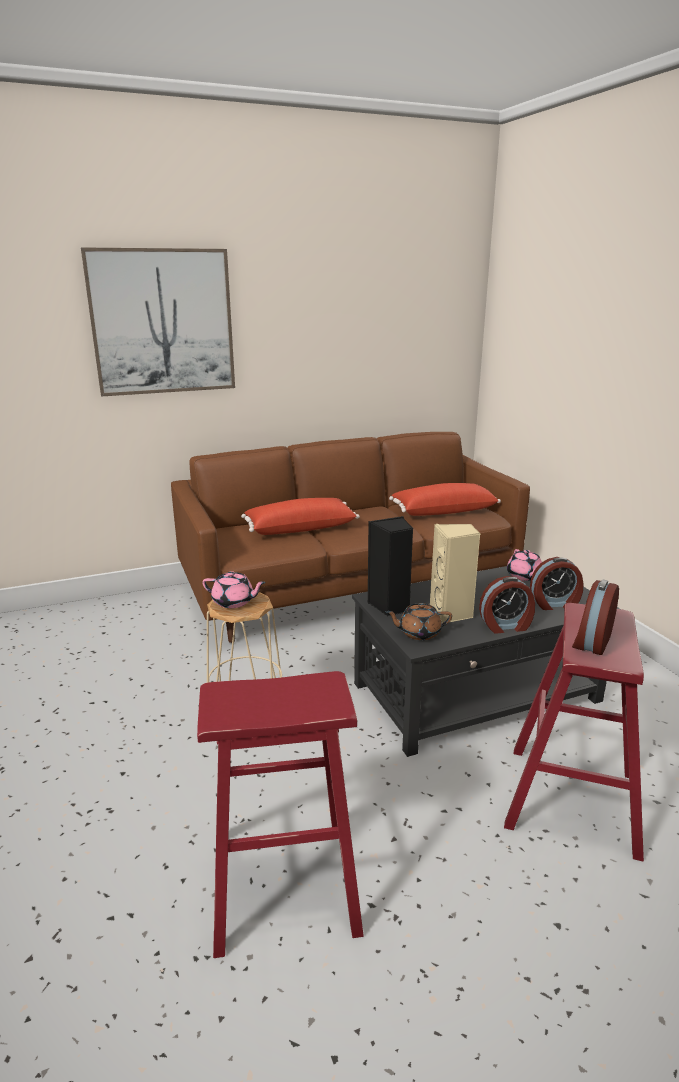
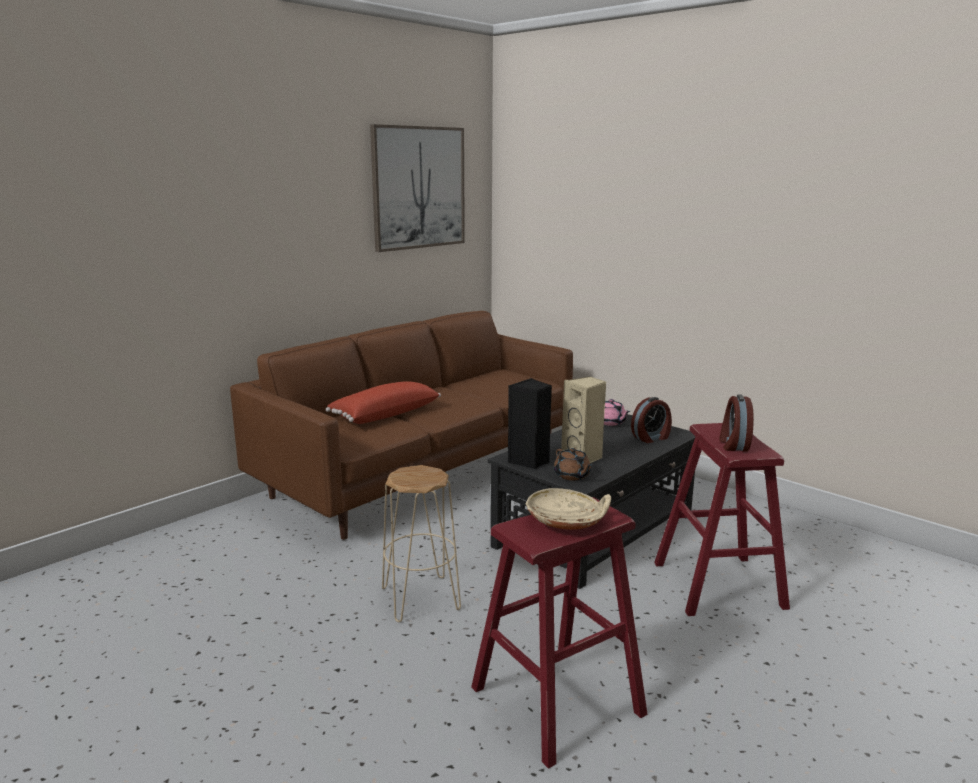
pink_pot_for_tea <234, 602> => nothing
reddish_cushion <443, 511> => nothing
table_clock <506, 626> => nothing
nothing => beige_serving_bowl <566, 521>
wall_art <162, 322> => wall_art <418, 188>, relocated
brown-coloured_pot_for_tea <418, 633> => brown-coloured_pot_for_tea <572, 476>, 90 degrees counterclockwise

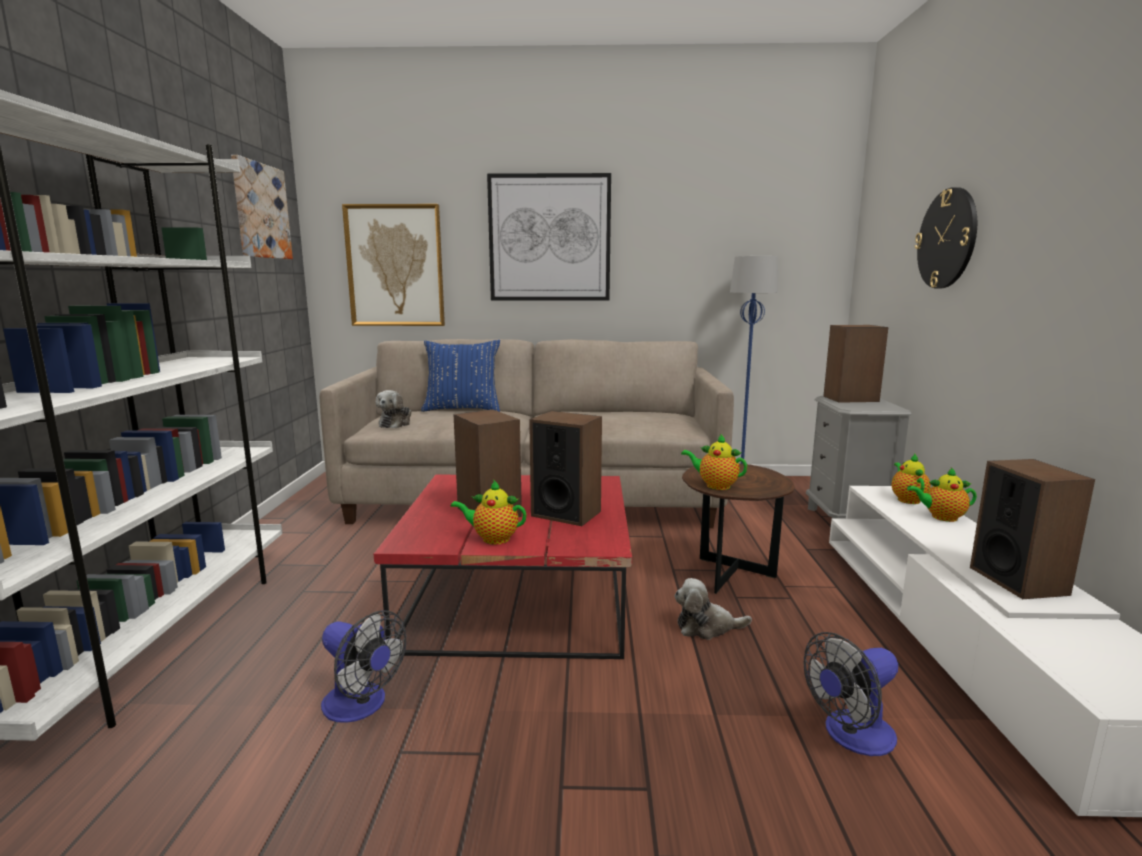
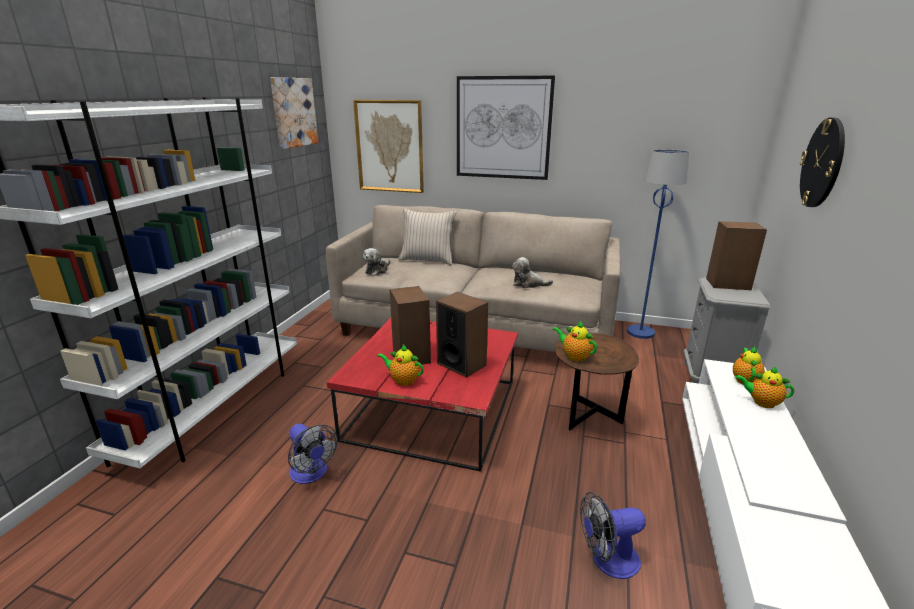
speaker <1018, 580> => nothing
soft_toy <706, 627> => soft_toy <528, 284>, relocated
bluish_cushion <462, 409> => beige_cushion <427, 260>

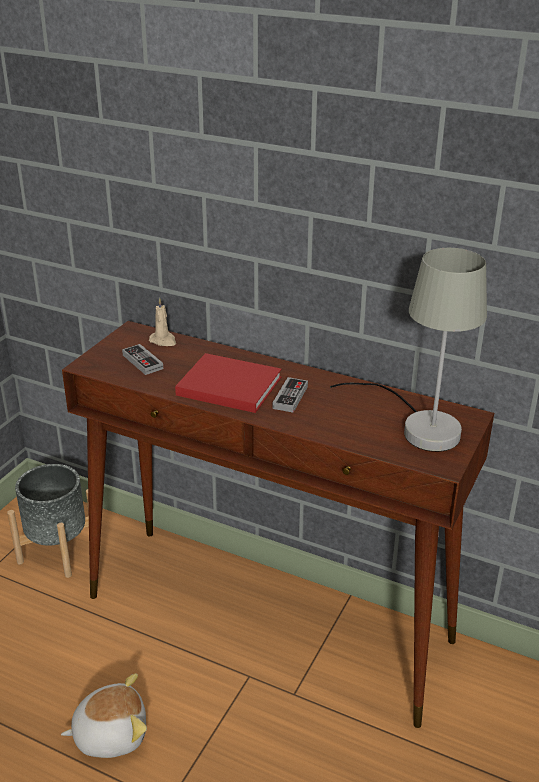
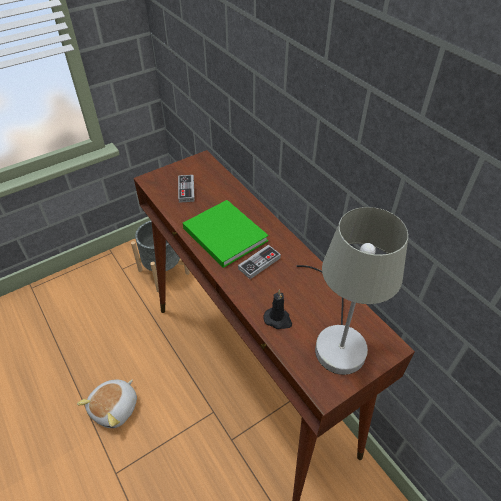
beige_candle <163, 341> => nothing
nothing => black-coloured_candle <278, 319>
reddish_book <226, 385> => greenish_book <223, 233>
soft_toy <110, 733> => soft_toy <115, 408>, 105 degrees clockwise

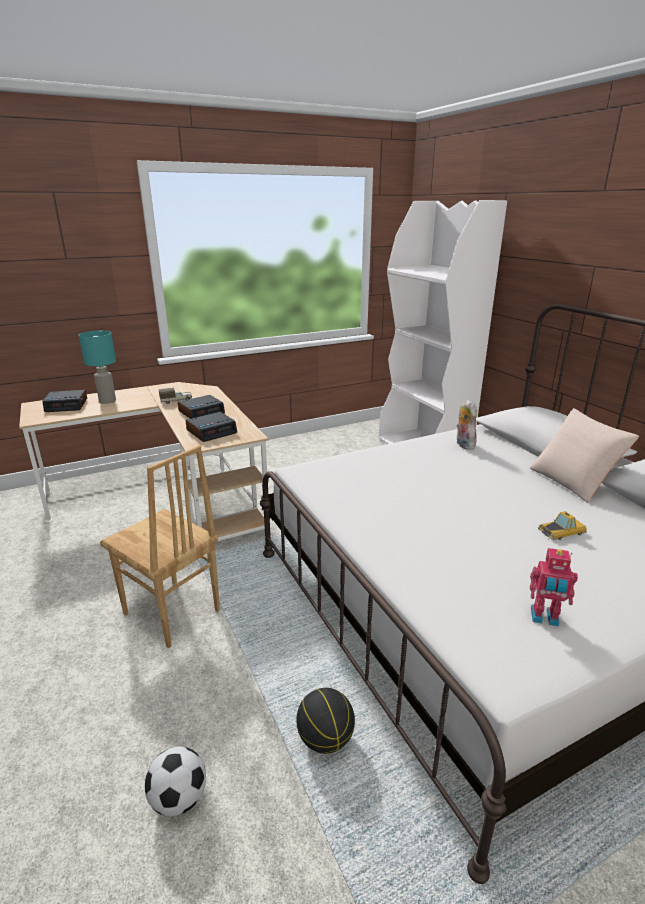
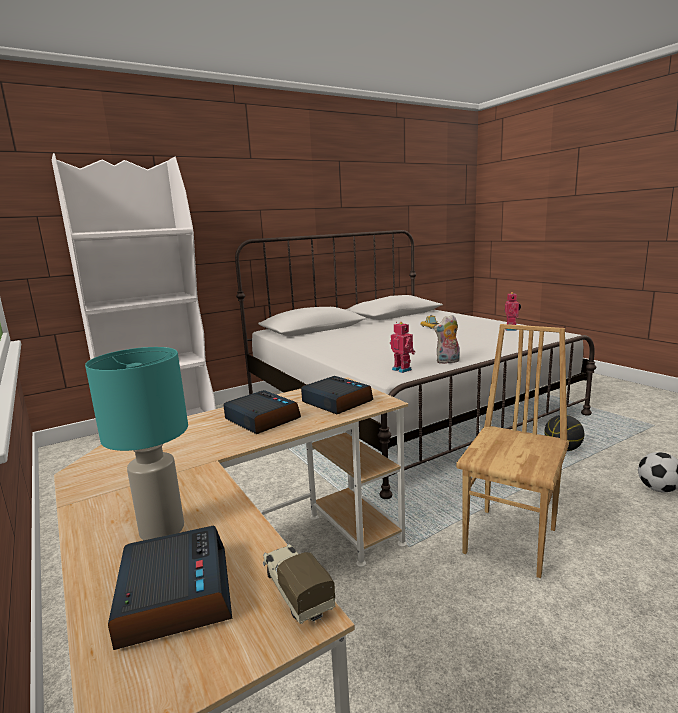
beige_cushion <573, 481> => nothing
nothing => model_robot <402, 369>
toy_lorry <176, 401> => toy_lorry <296, 591>, relocated
soft_toy <463, 444> => soft_toy <448, 362>, relocated

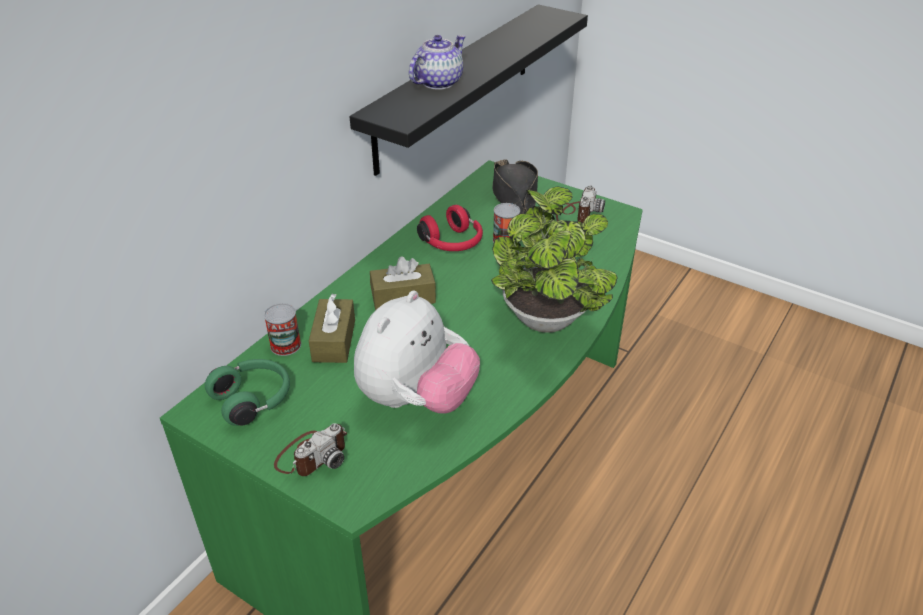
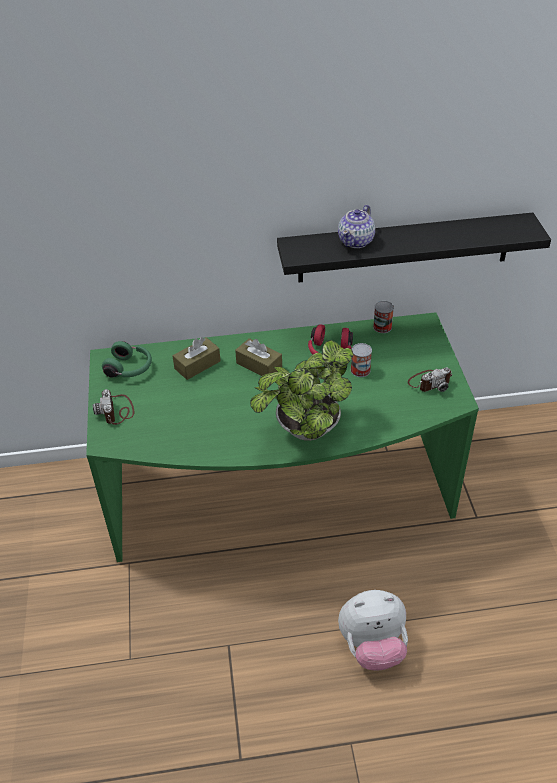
black-coloured_clothing_hat <514, 196> => nothing
sealed_can <285, 345> => sealed_can <382, 327>, relocated
soft_toy <416, 399> => soft_toy <372, 646>, relocated
photo_camera <312, 455> => photo_camera <117, 411>, 75 degrees clockwise
pot_for_tea <437, 82> => pot_for_tea <356, 241>, 120 degrees clockwise

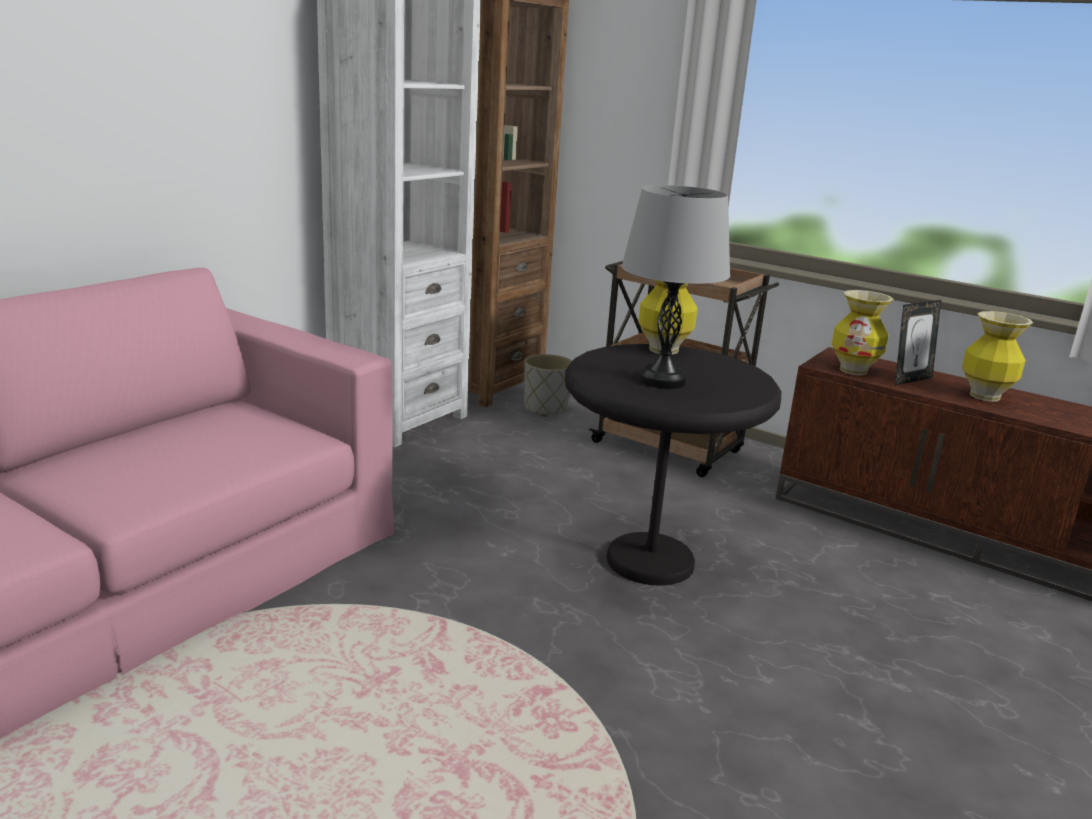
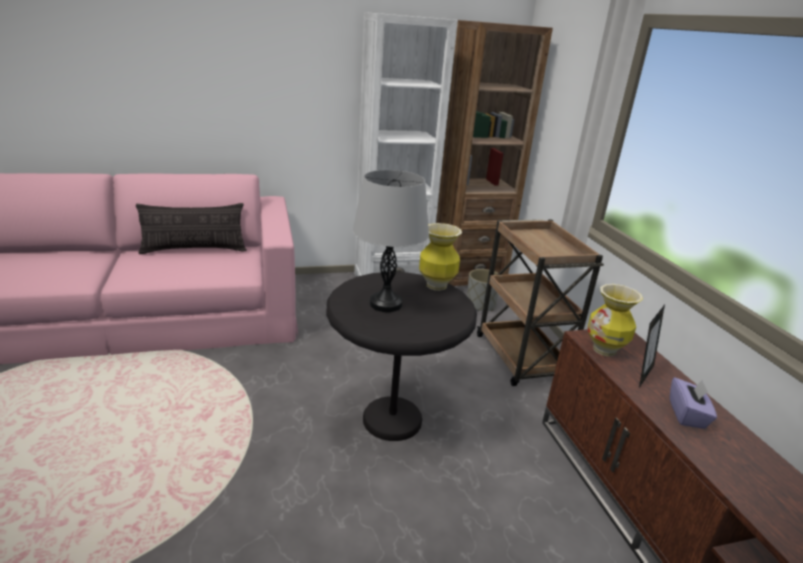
nothing => cushion <194, 250>
flower_vase <984, 396> => purple_tissue_box <687, 414>
picture_frame <909, 379> => picture_frame <642, 374>, 60 degrees counterclockwise

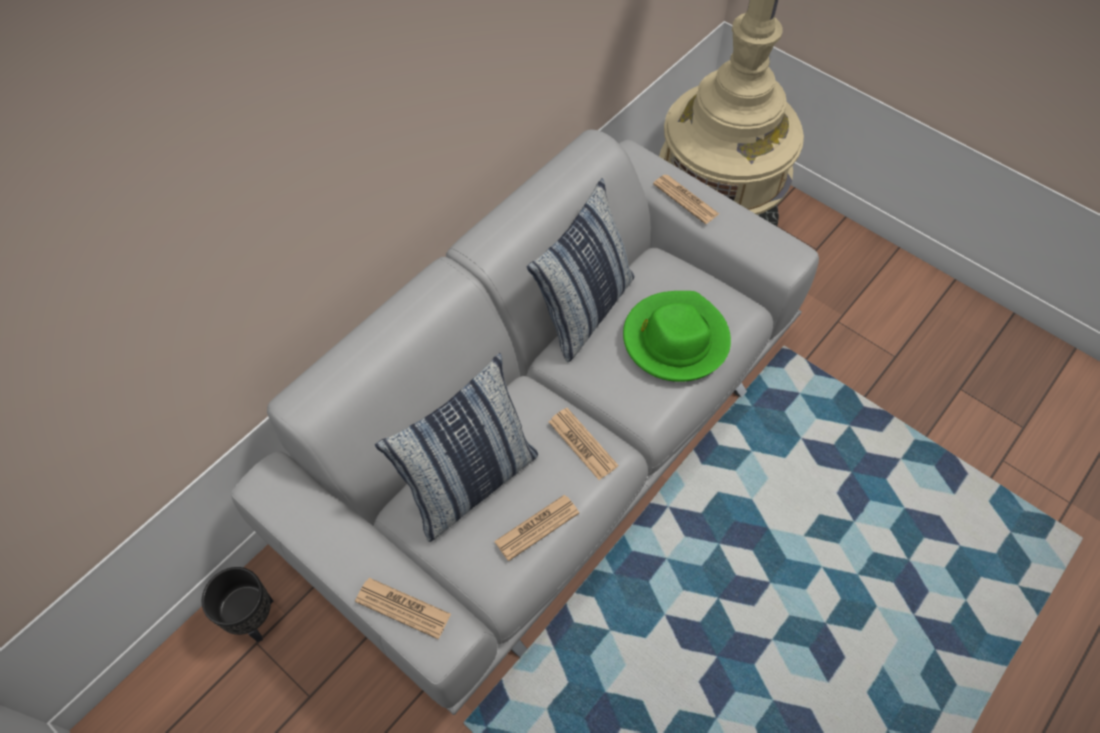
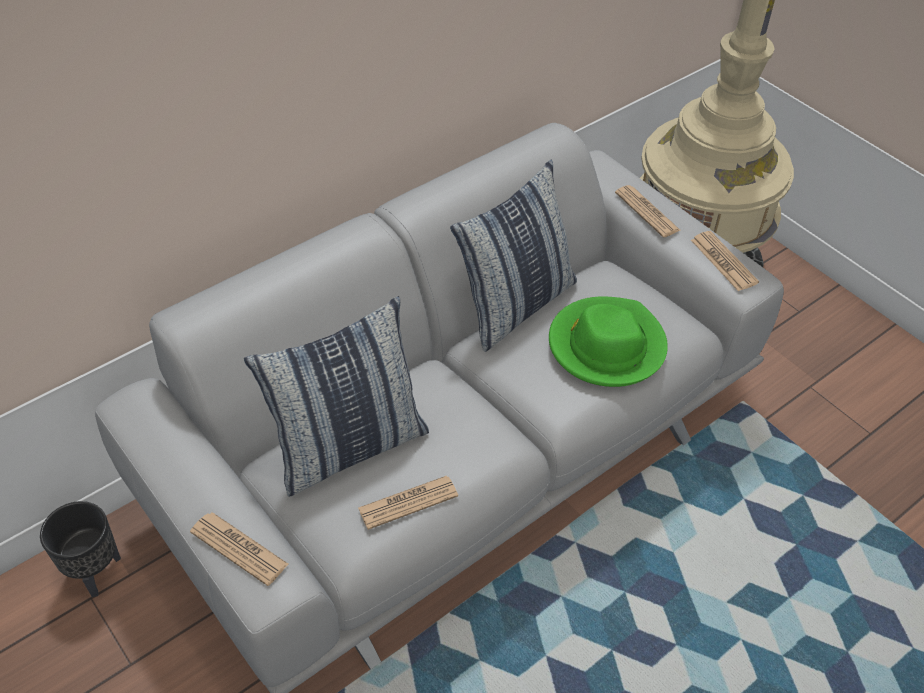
printed_paper <582, 444> => printed_paper <723, 261>, relocated

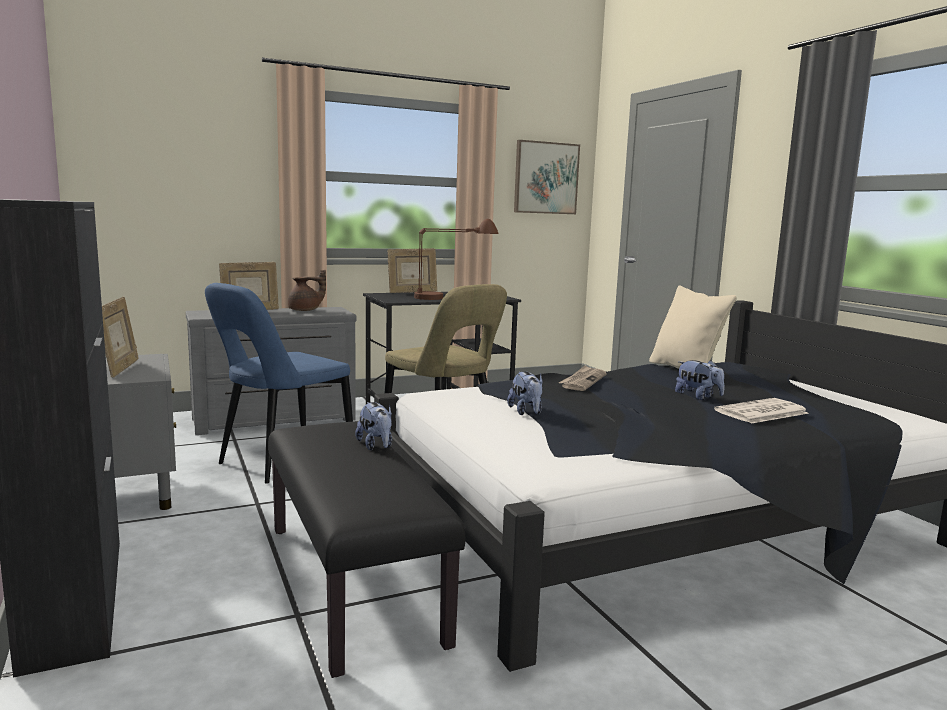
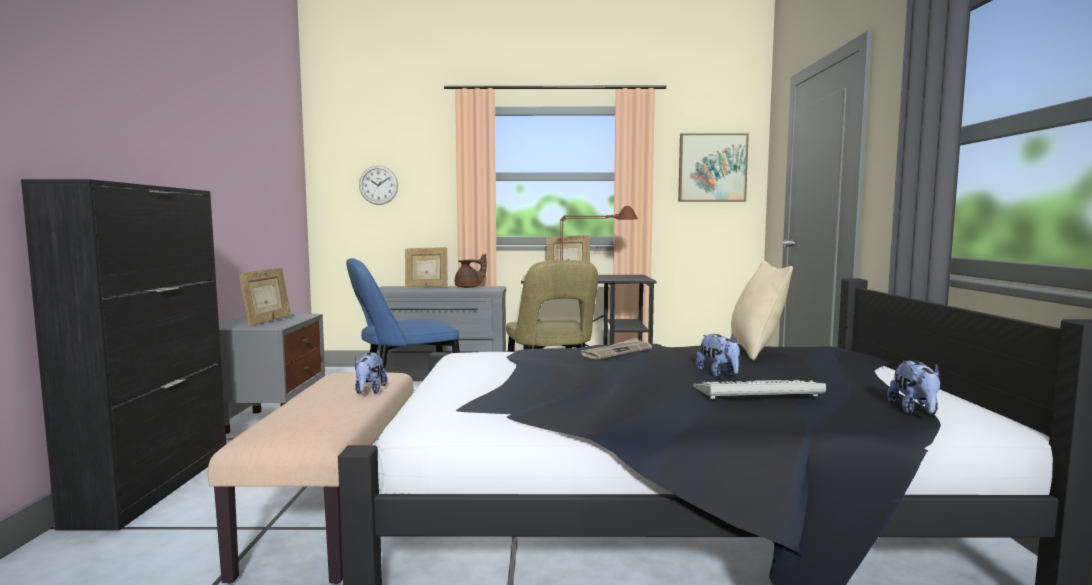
nothing => wall_clock <378, 185>
soft_toy <526, 412> => soft_toy <915, 411>, relocated
printed_paper <761, 412> => keyboard <755, 393>
black-coloured_indoor_bench <354, 582> => beige_indoor_bench <337, 511>

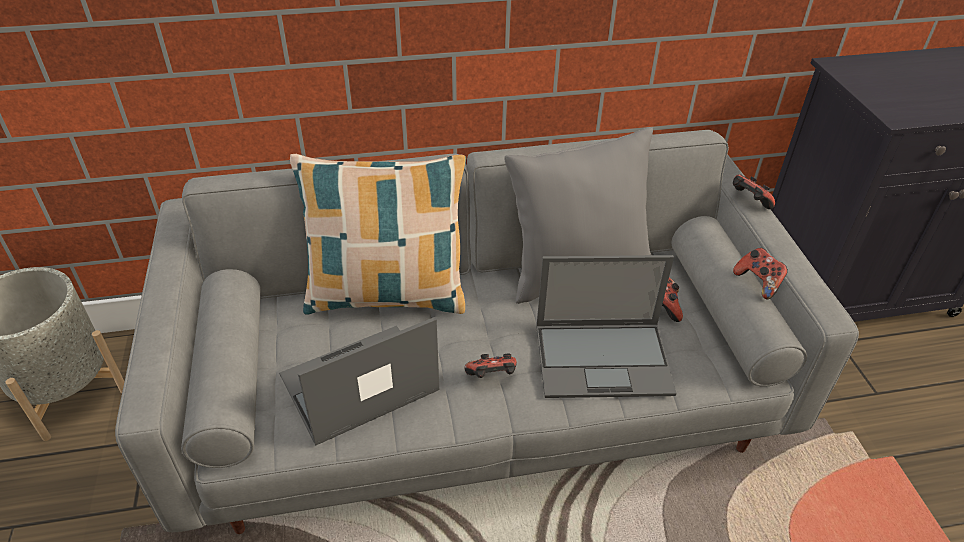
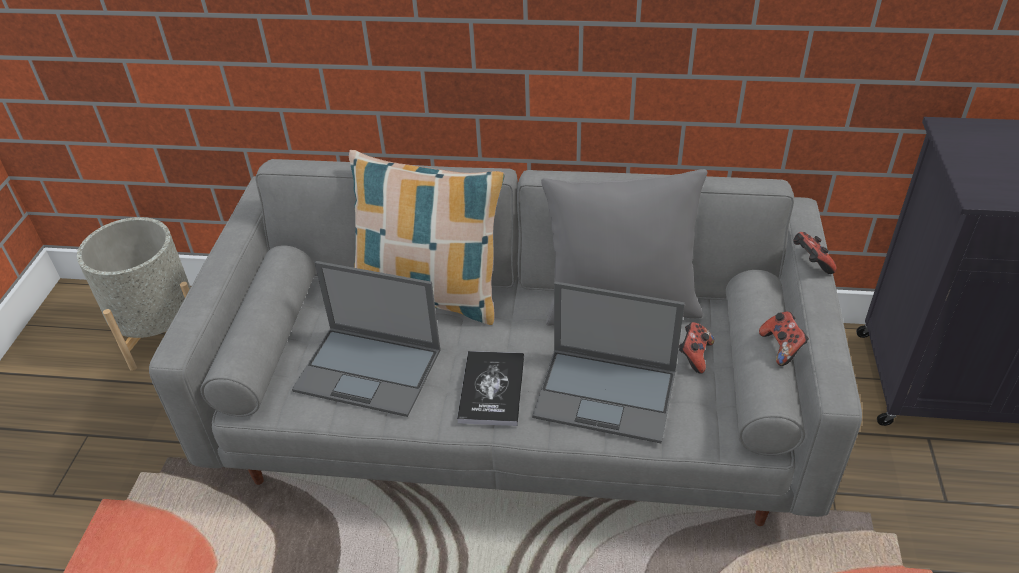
joypad <492, 377> => book <492, 389>
notebook_computer <357, 384> => notebook_computer <370, 370>, 150 degrees counterclockwise

